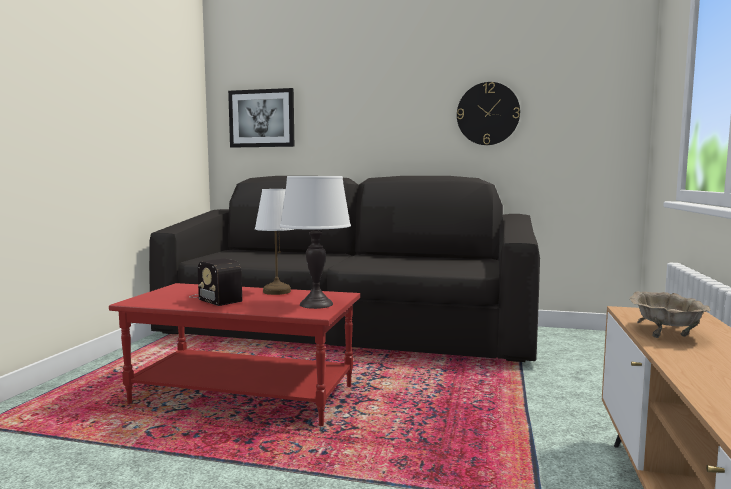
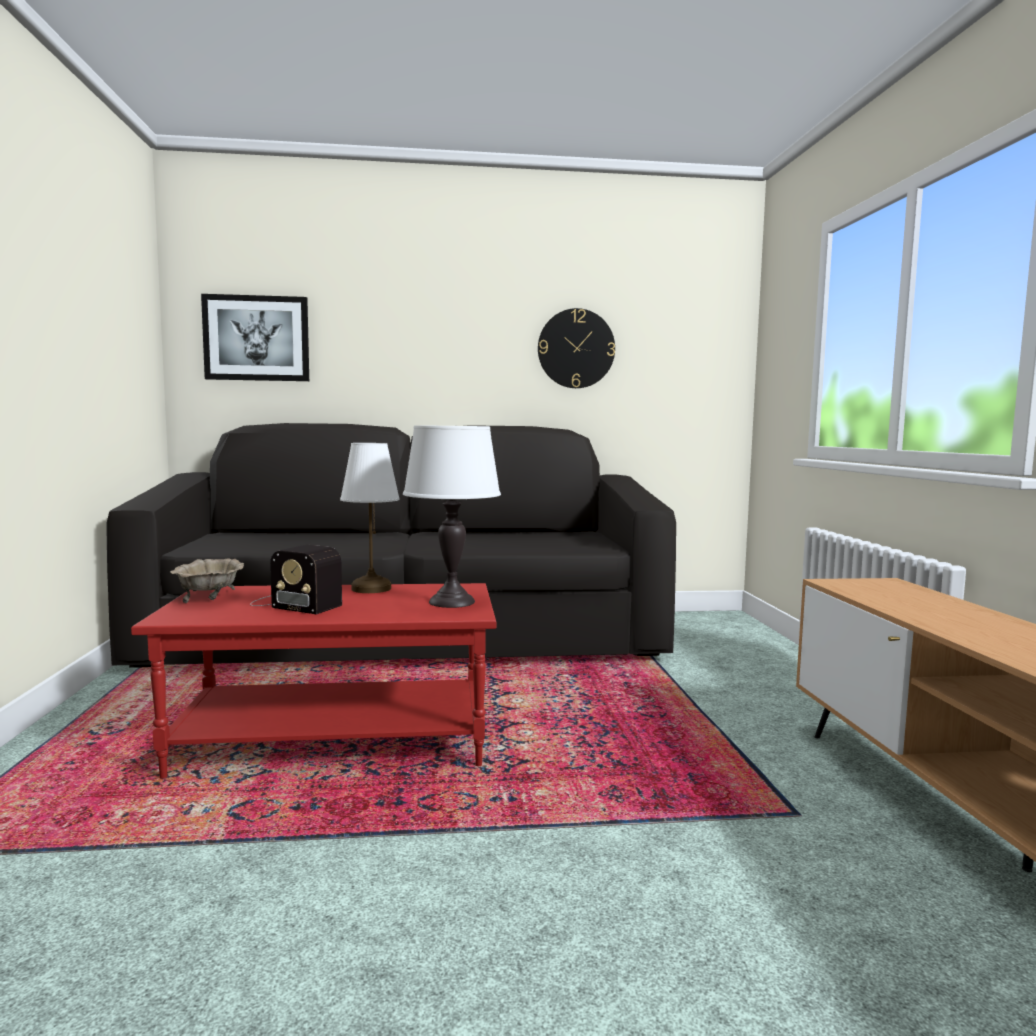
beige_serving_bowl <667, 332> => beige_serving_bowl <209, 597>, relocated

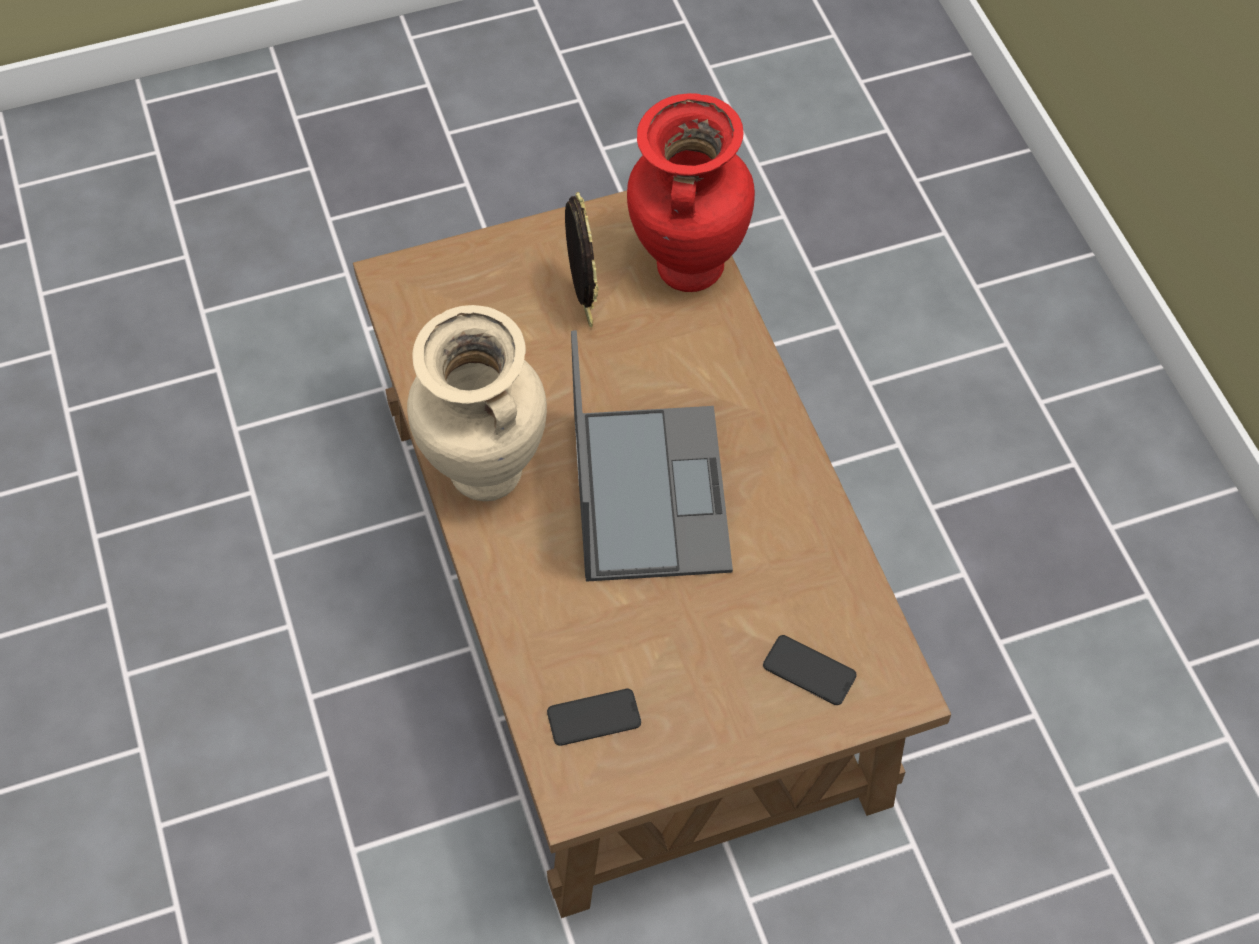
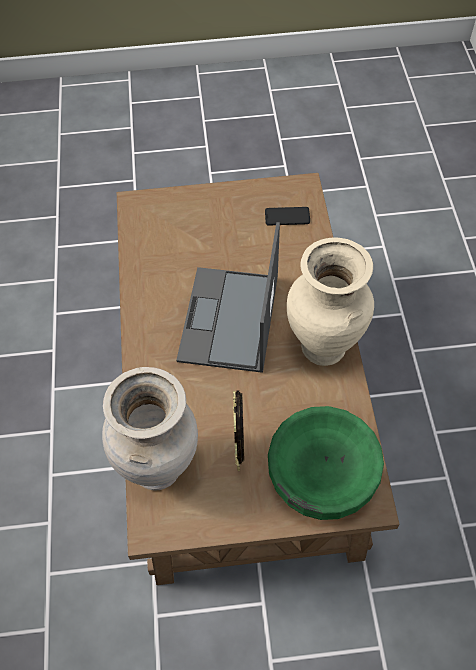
handset <809, 670> => nothing
nothing => greenish_serving_bowl <322, 476>
reddish_flower_vase <686, 268> => beige_flower_vase <160, 468>

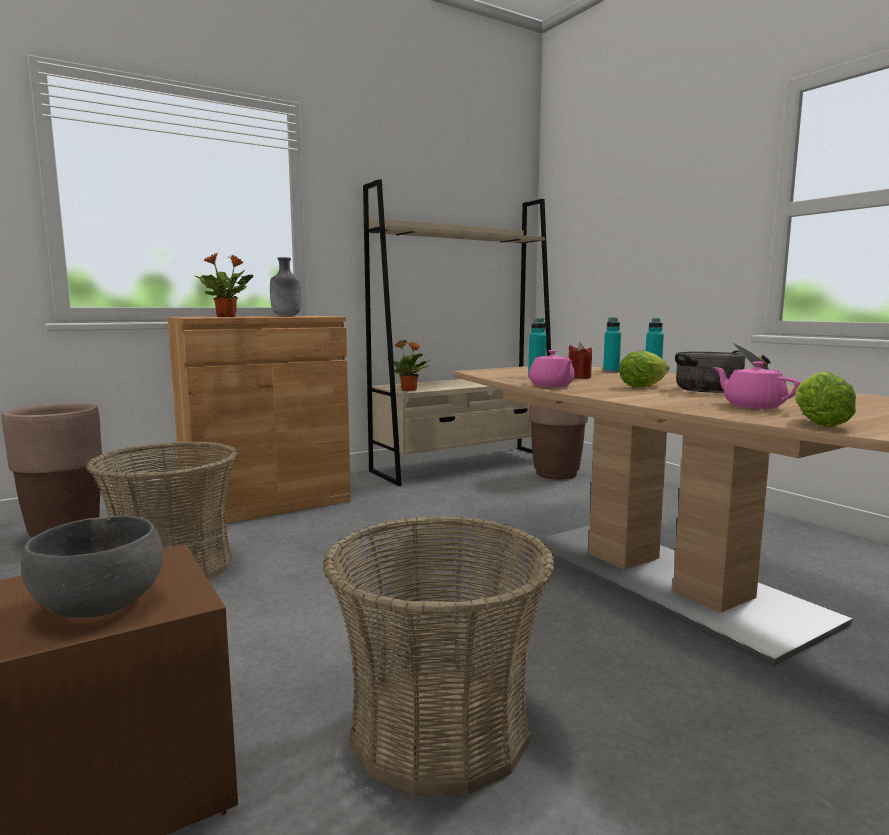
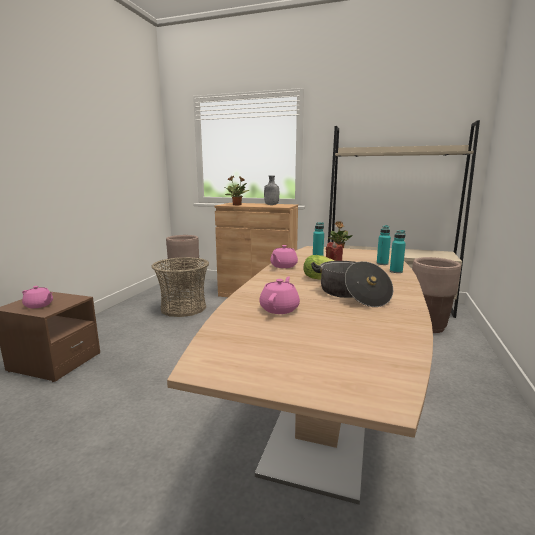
household_basket <440, 729> => nothing
lettuce_head <816, 423> => nothing
greyish_serving_bowl <101, 604> => pink_pot_for_tea <39, 305>

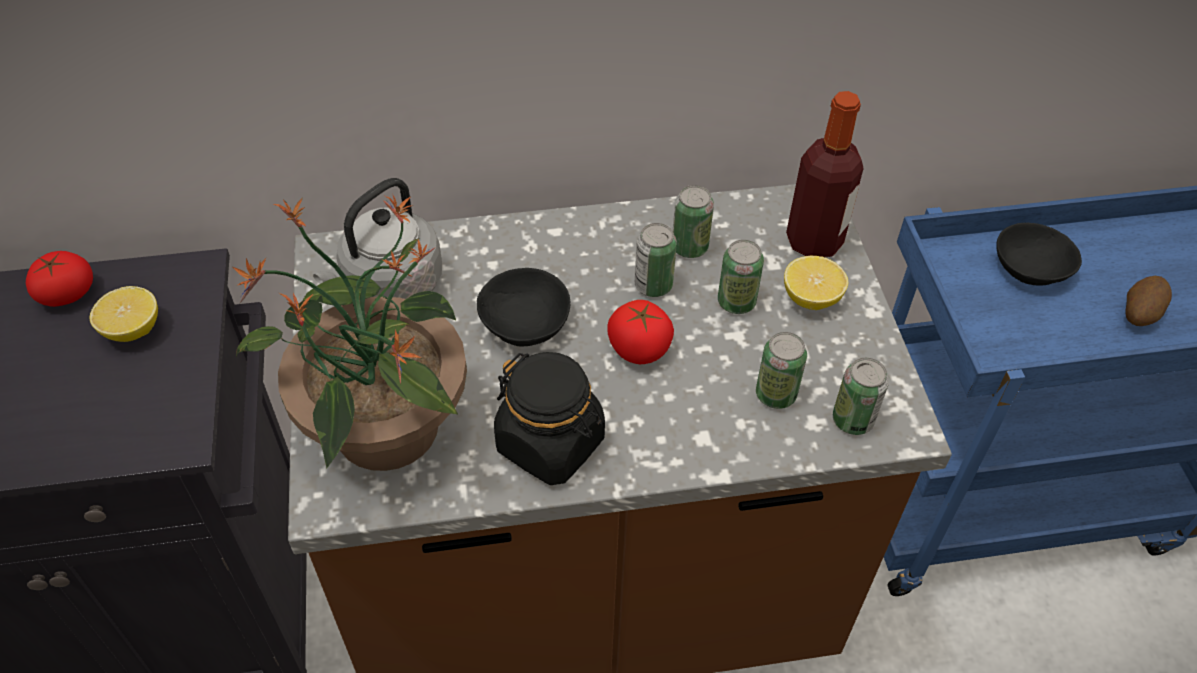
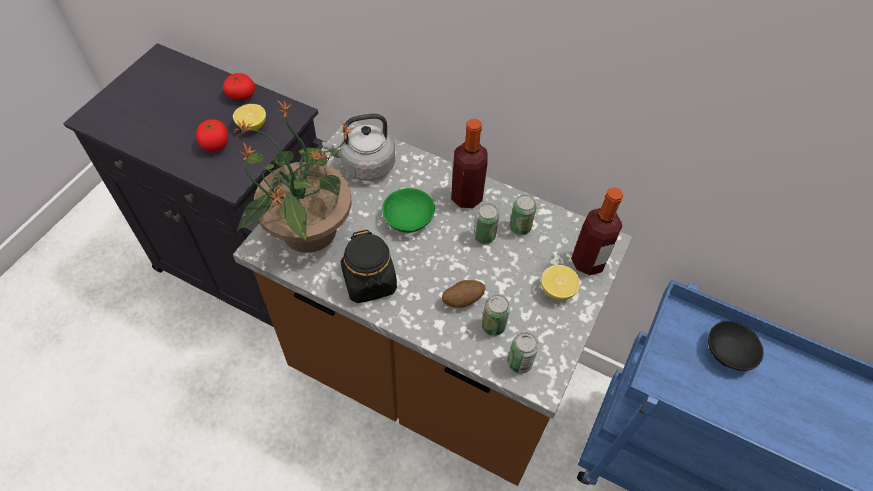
sealed_can <736, 302> => nothing
nothing => drink_bottle <466, 197>
whole_tomato <639, 349> => whole_tomato <215, 145>, relocated
potato <1139, 314> => potato <462, 300>, relocated
black-coloured_serving_bowl <528, 323> => greenish_serving_bowl <409, 220>

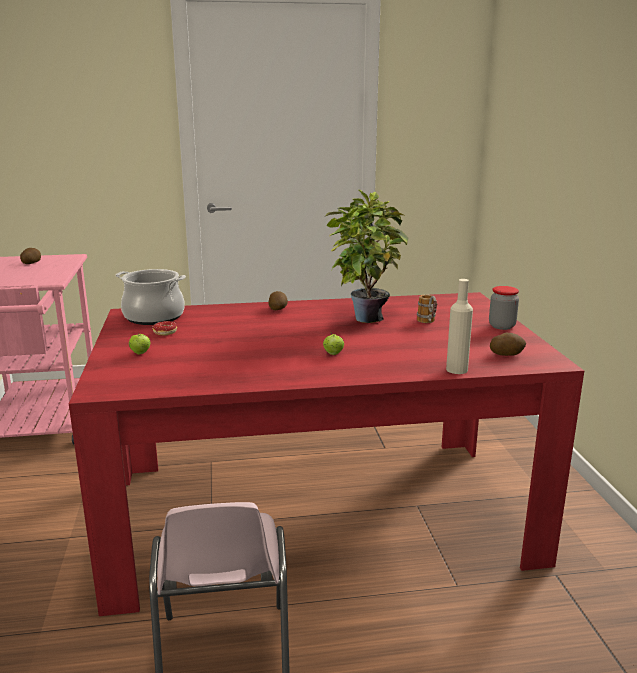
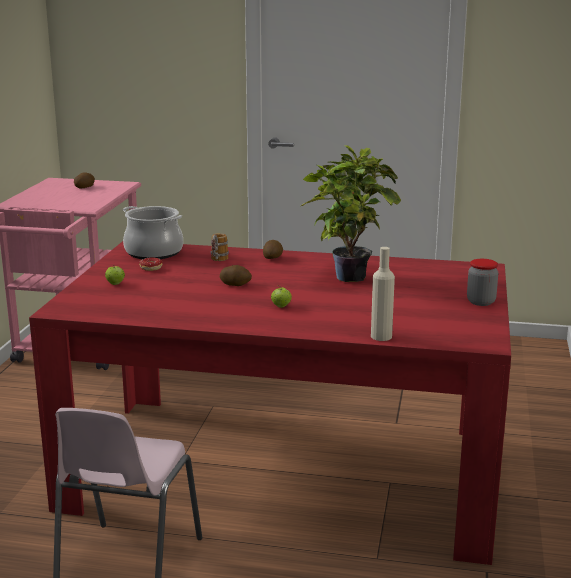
mug <428, 323> => mug <217, 261>, relocated
potato <506, 354> => potato <235, 284>, relocated

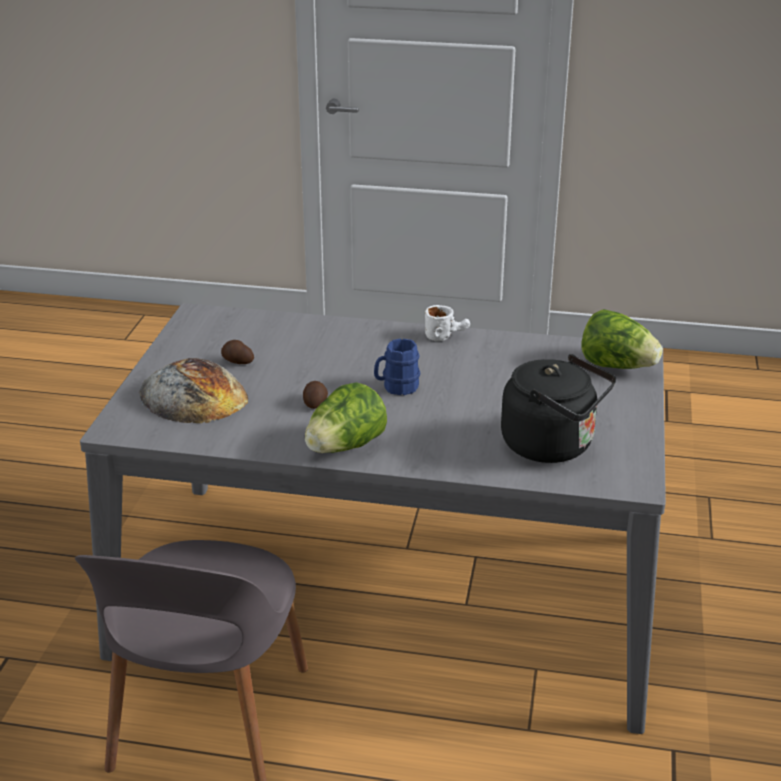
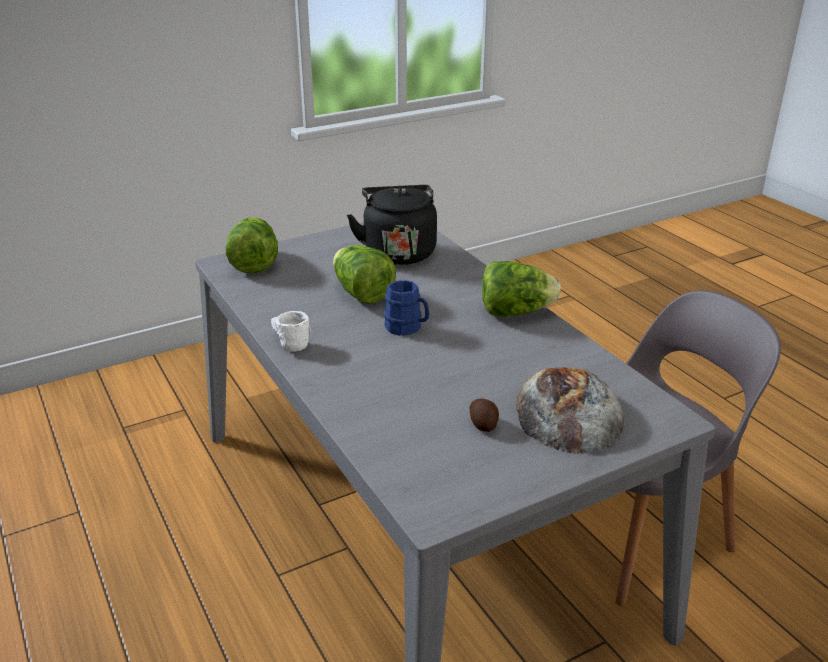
potato <315, 403> => nothing
nothing => lettuce_head <362, 294>

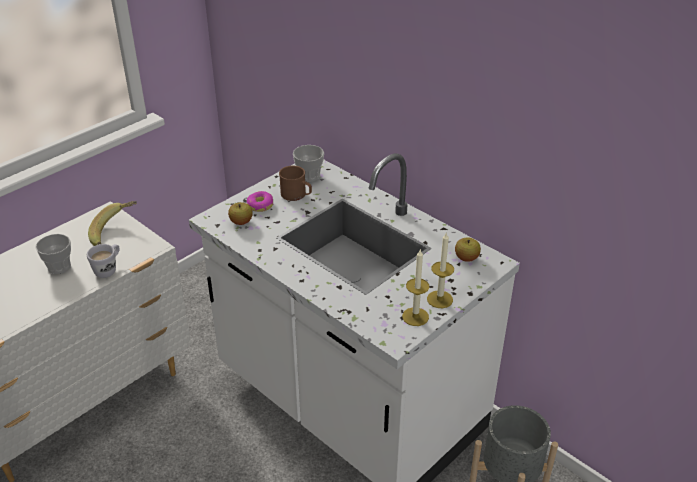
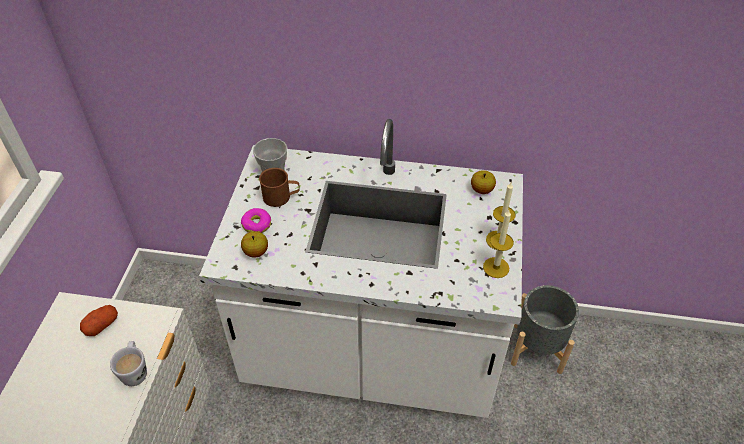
cup <59, 266> => nothing
banana <115, 232> => potato <101, 325>

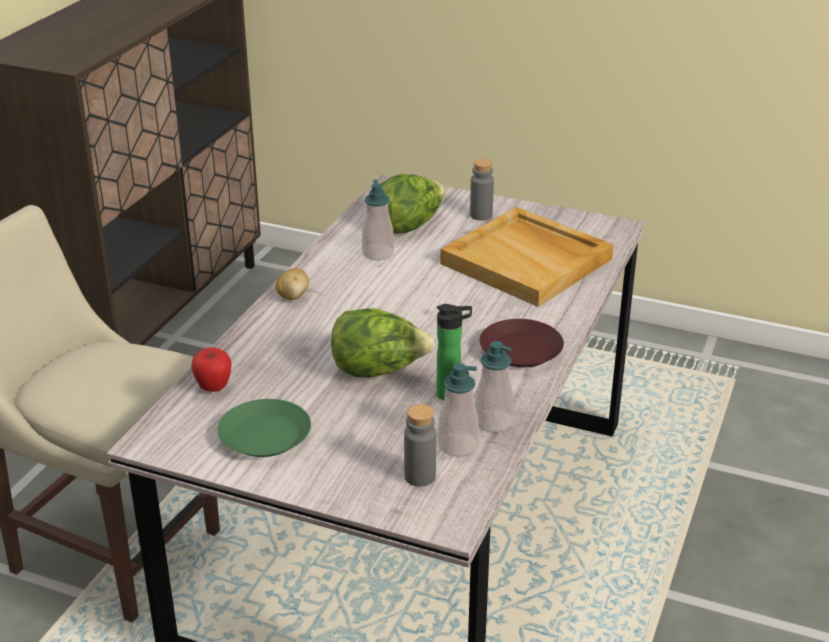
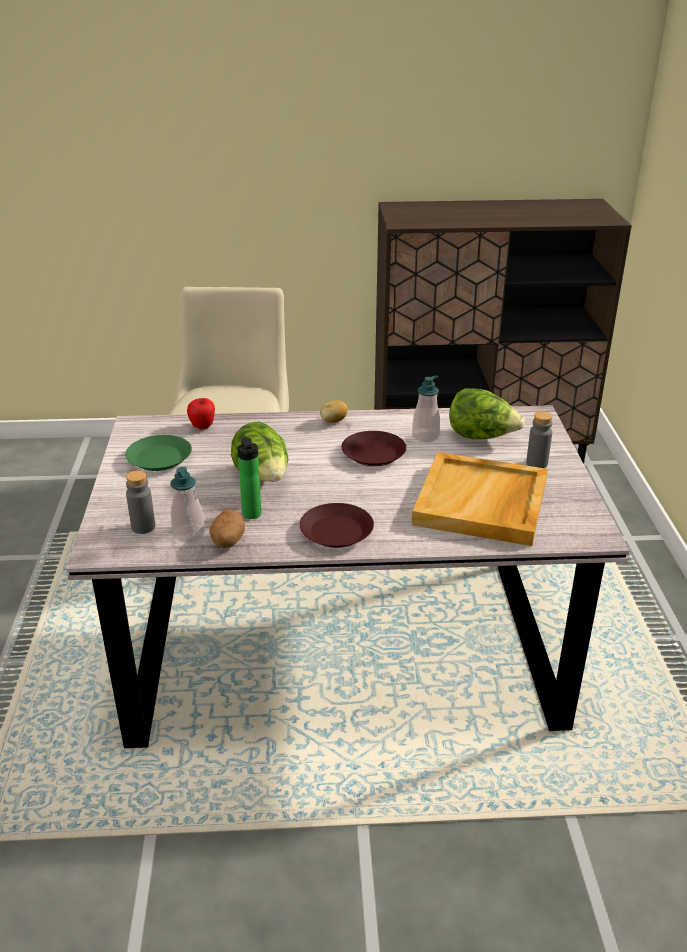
nothing => brown-coloured_dinner_plate <373, 453>
liquid_soap_bottle <493, 422> => potato <227, 542>

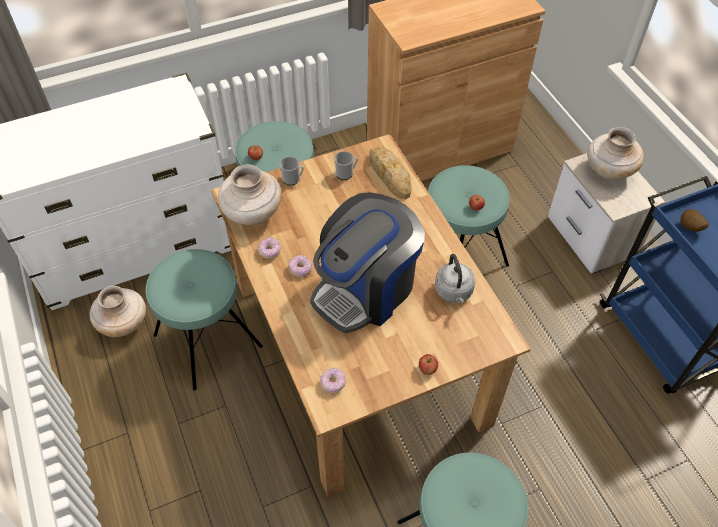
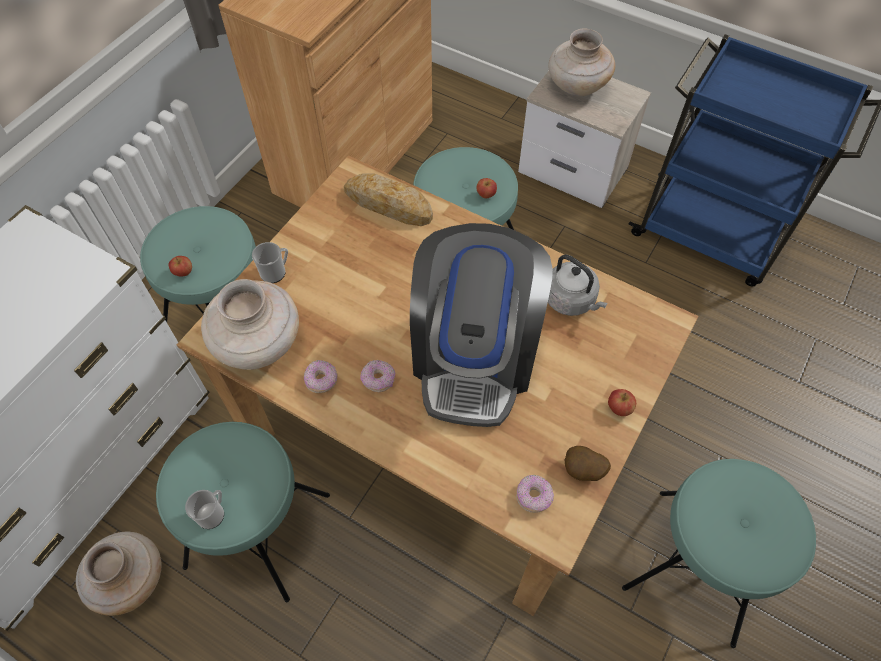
mug <346, 173> => mug <213, 513>, relocated
potato <689, 228> => potato <582, 471>, relocated

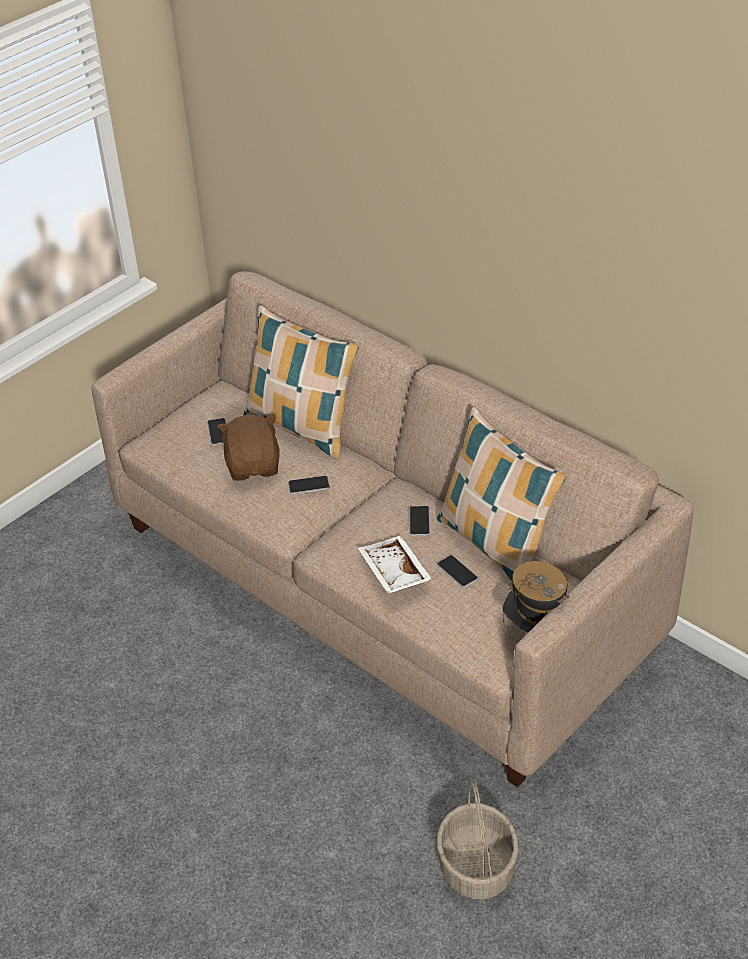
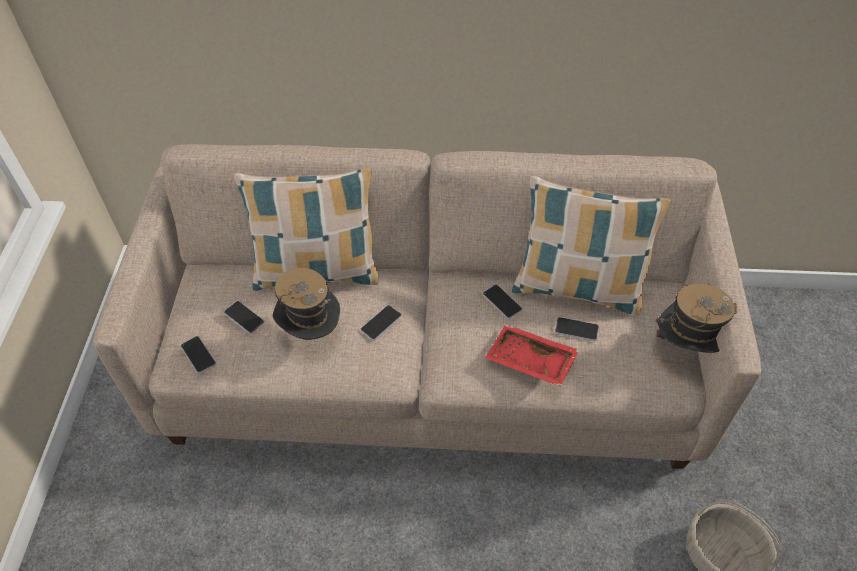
nothing => handset <198, 355>
brown-coloured_soft_toy <253, 466> => clothing_hat <311, 332>
white_carrying_tray <393, 573> => reddish_carrying_tray <530, 362>

